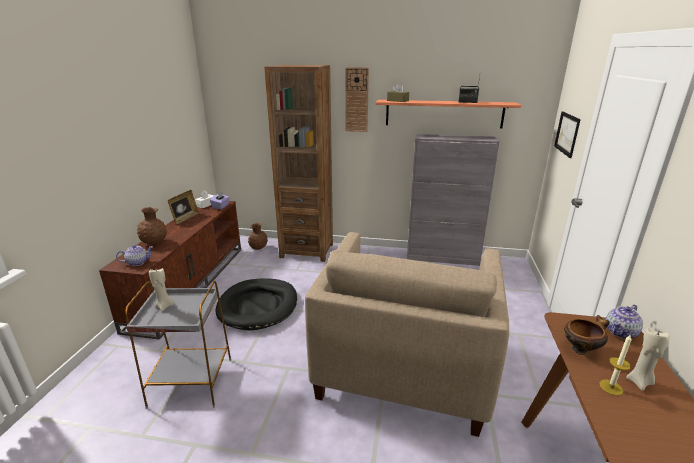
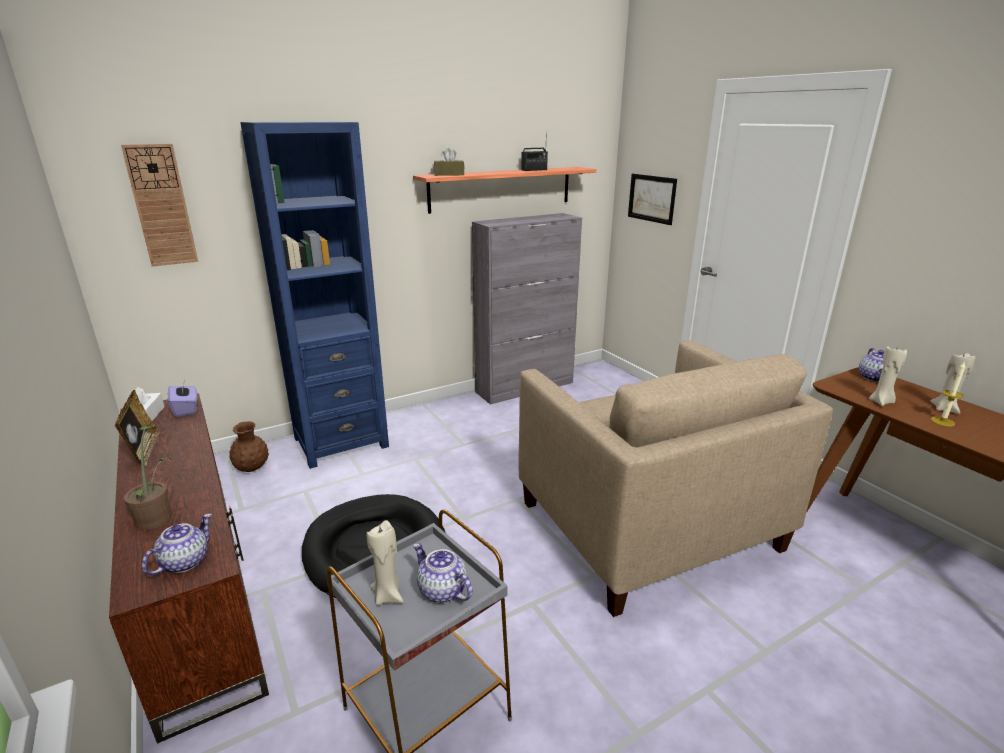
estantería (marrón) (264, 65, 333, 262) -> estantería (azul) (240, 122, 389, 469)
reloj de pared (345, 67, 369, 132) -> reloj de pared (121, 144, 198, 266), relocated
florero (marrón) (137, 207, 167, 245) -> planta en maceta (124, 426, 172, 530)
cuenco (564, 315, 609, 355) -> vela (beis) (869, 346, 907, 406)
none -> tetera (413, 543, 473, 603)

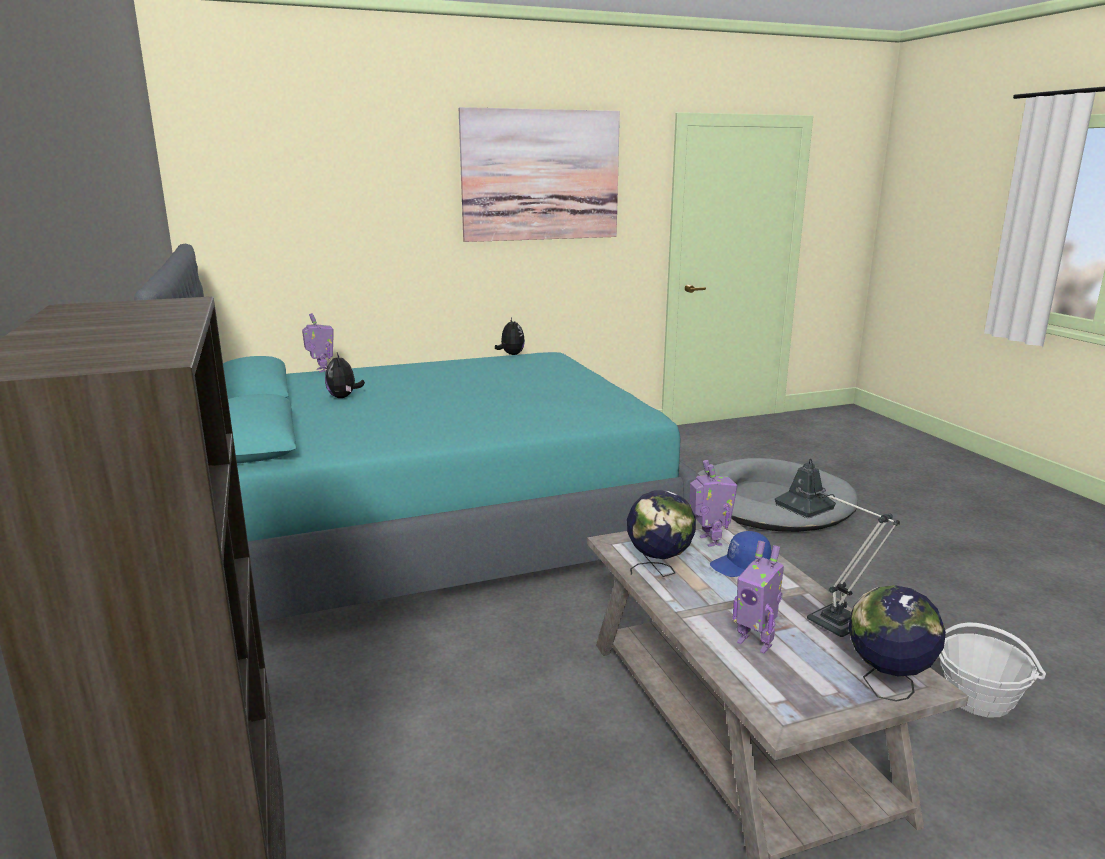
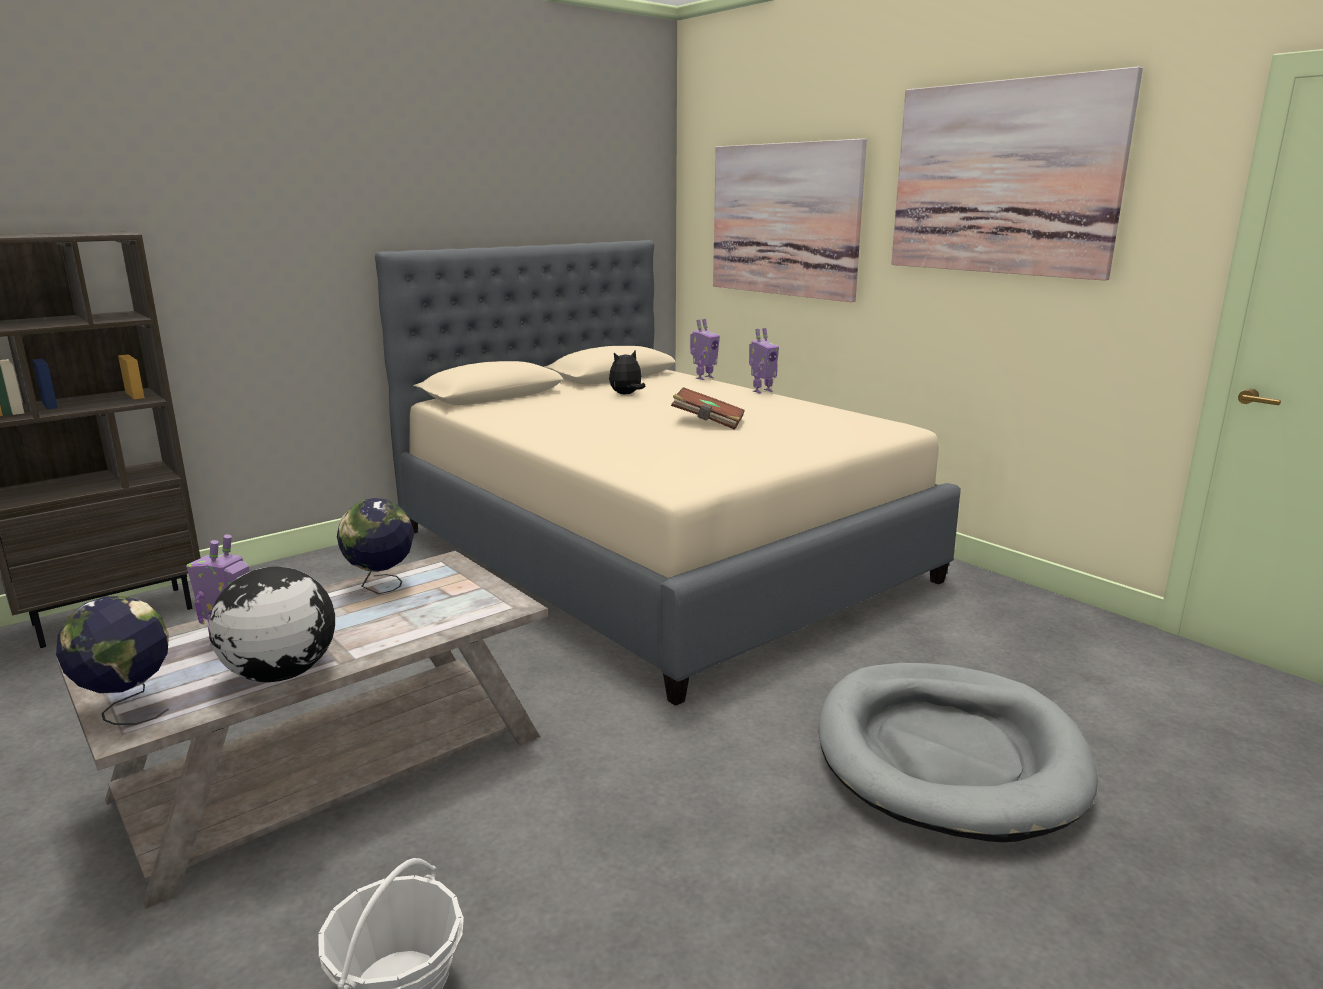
cama (turquesa) (134, 244, 700, 622) -> cama (beis) (375, 240, 961, 706)
peluche (495, 318, 525, 355) -> none
lámpara de mesa (775, 459, 900, 637) -> globo terráqueo (209, 567, 335, 682)
robot de juguete (690, 460, 738, 547) -> robot de juguete (749, 328, 779, 394), relocated
gorra (azul) (710, 531, 772, 577) -> none
none -> cuadro (713, 139, 867, 302)
none -> libro (marrón) (671, 387, 745, 430)

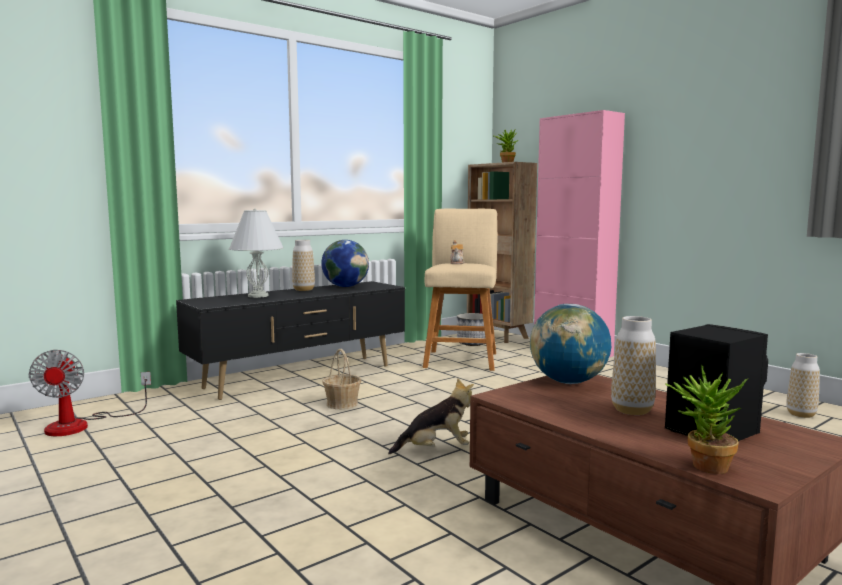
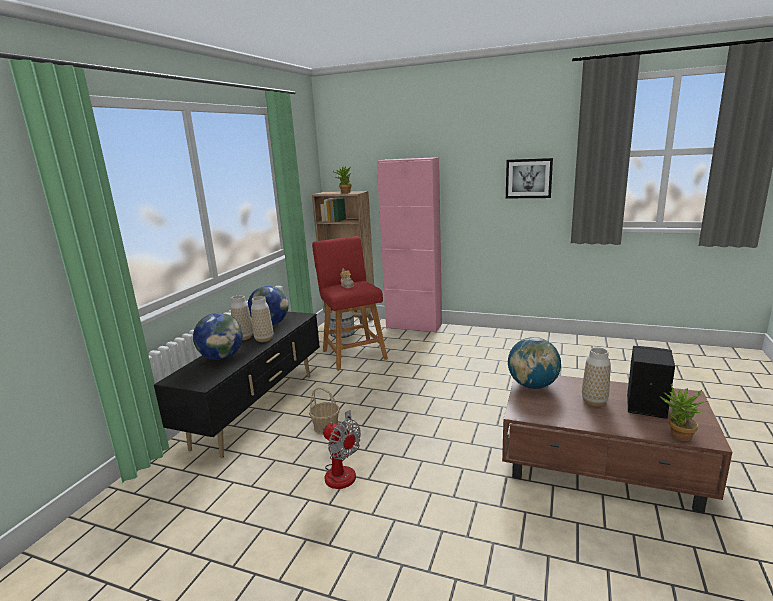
lámpara de mesa (blanco) (229, 209, 284, 298) -> globo terráqueo (193, 313, 243, 360)
taburete (beis) (423, 209, 498, 371) -> taburete (rojo) (312, 236, 388, 371)
ventilador (28, 350, 151, 436) -> ventilador (323, 410, 361, 489), relocated
florero (786, 353, 820, 418) -> florero (251, 296, 273, 342), relocated
peluche (388, 378, 474, 454) -> none
none -> cuadro (506, 158, 553, 198)

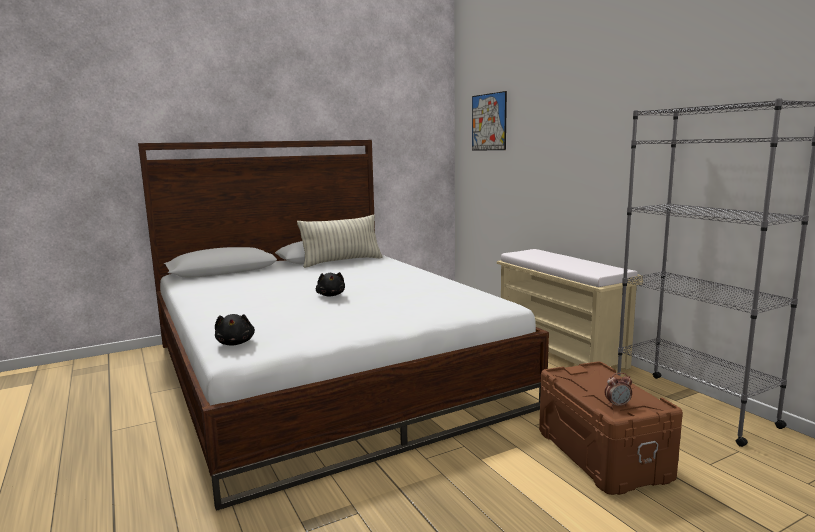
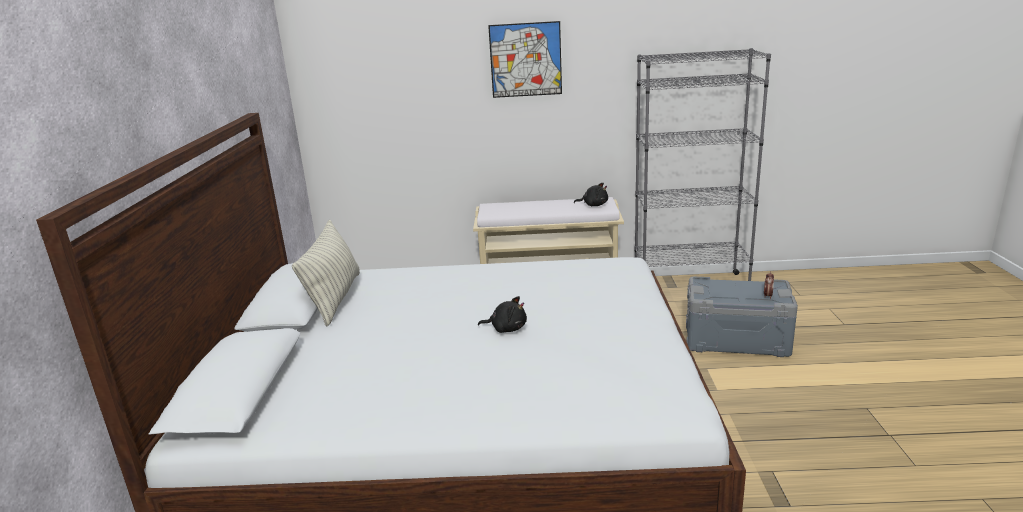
cuadro (472, 91, 507, 150) -> cuadro (488, 21, 562, 98), relocated
peluche (negro) (215, 314, 255, 346) -> peluche (negro) (574, 183, 608, 206), relocated
caja de almacenaje (marrón) (539, 361, 683, 495) -> caja de almacenaje (gris) (686, 277, 798, 357)

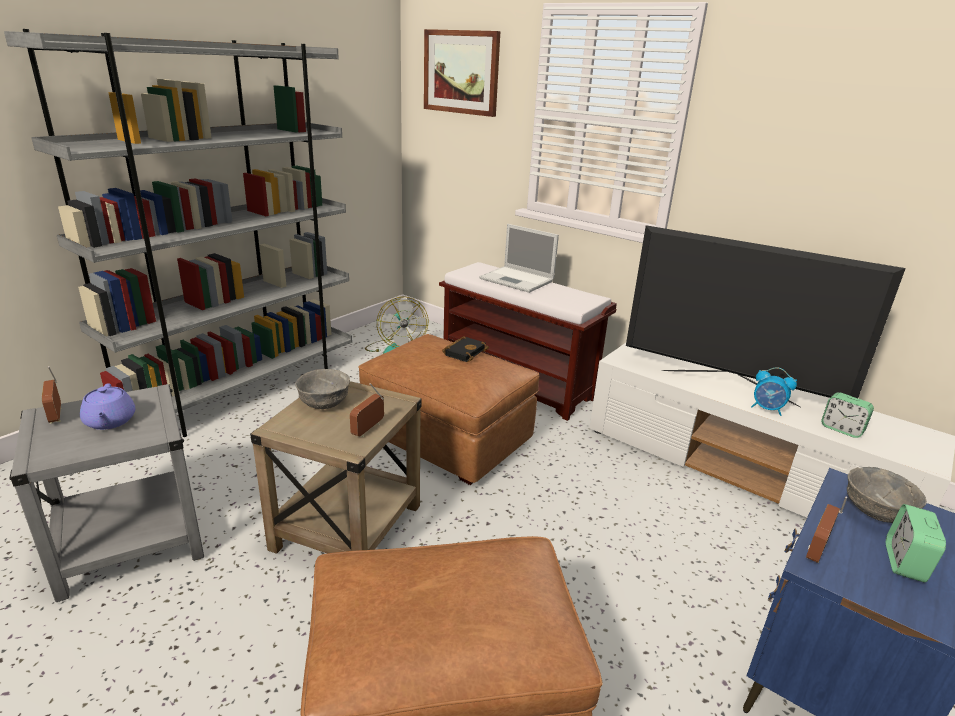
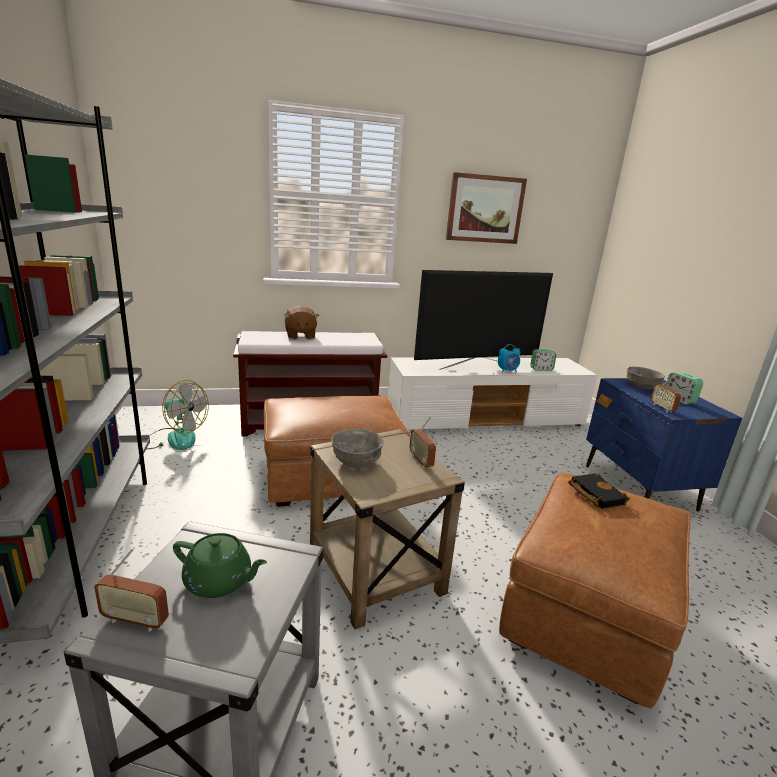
cuadro (424, 29, 500, 117) -> cuadro (446, 172, 527, 244), relocated
portátil (479, 224, 559, 293) -> peluche (marrón) (284, 305, 319, 339)
libro (negro) (442, 336, 489, 362) -> libro (negro) (568, 474, 630, 509), relocated
tetera (morado) (80, 383, 135, 430) -> tetera (verde) (173, 533, 267, 598)

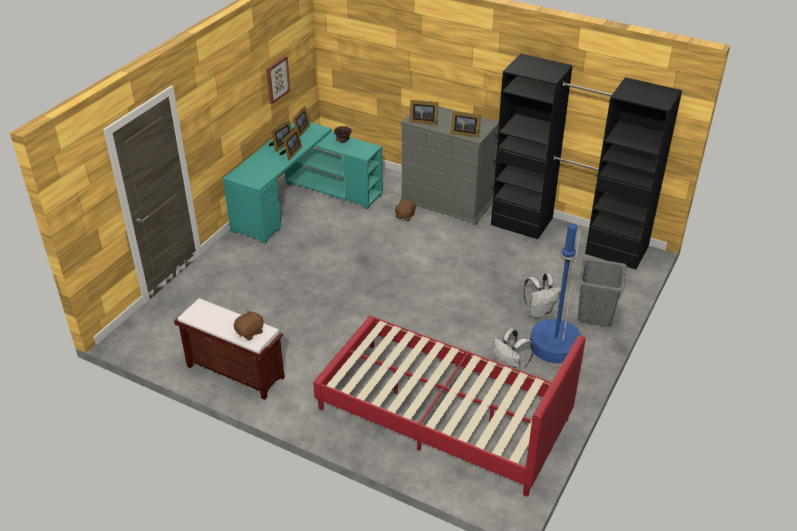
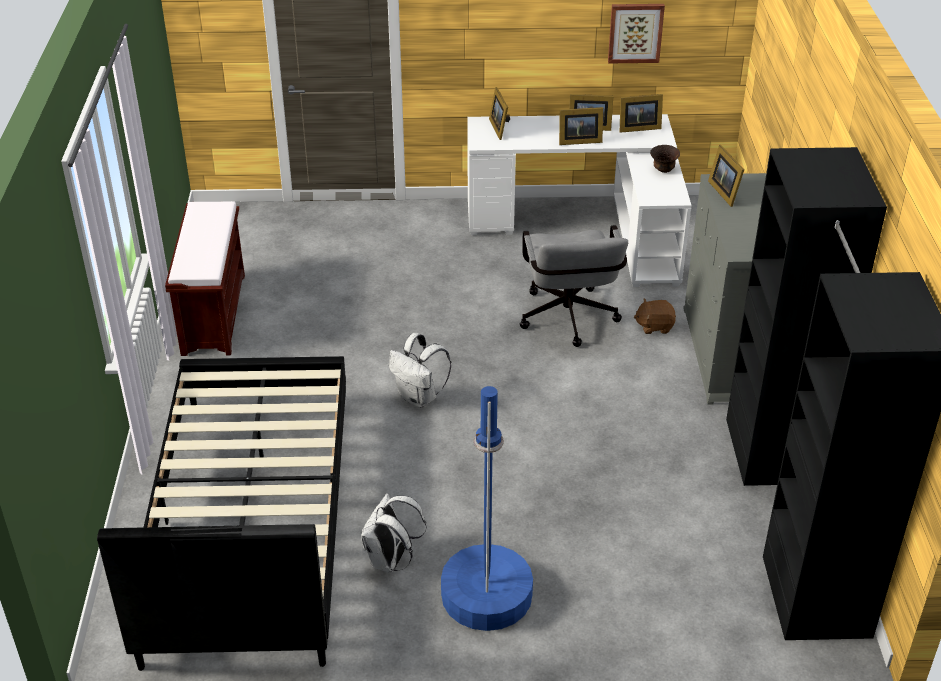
portarretratos (451, 111, 481, 138) -> portarretratos (489, 87, 510, 140), relocated
escritorio (turquesa) (223, 122, 383, 244) -> escritorio (blanco) (467, 114, 692, 287)
cesto de la ropa (gris) (578, 257, 627, 327) -> none
mochila (blanco) (524, 273, 561, 318) -> mochila (blanco) (389, 333, 451, 408), relocated
peluche (marrón) (234, 310, 264, 340) -> none
cama (rojo) (313, 316, 586, 497) -> cama (negro) (97, 356, 346, 671)
none -> silla de oficina (gris) (519, 225, 628, 347)

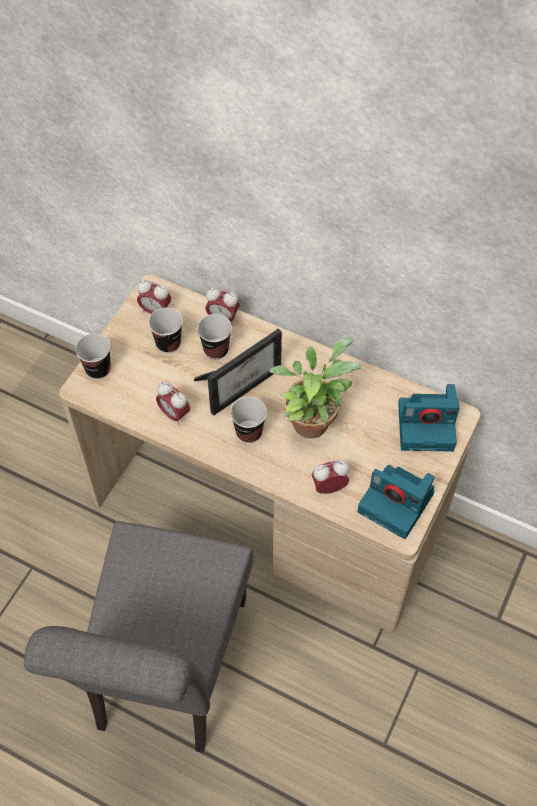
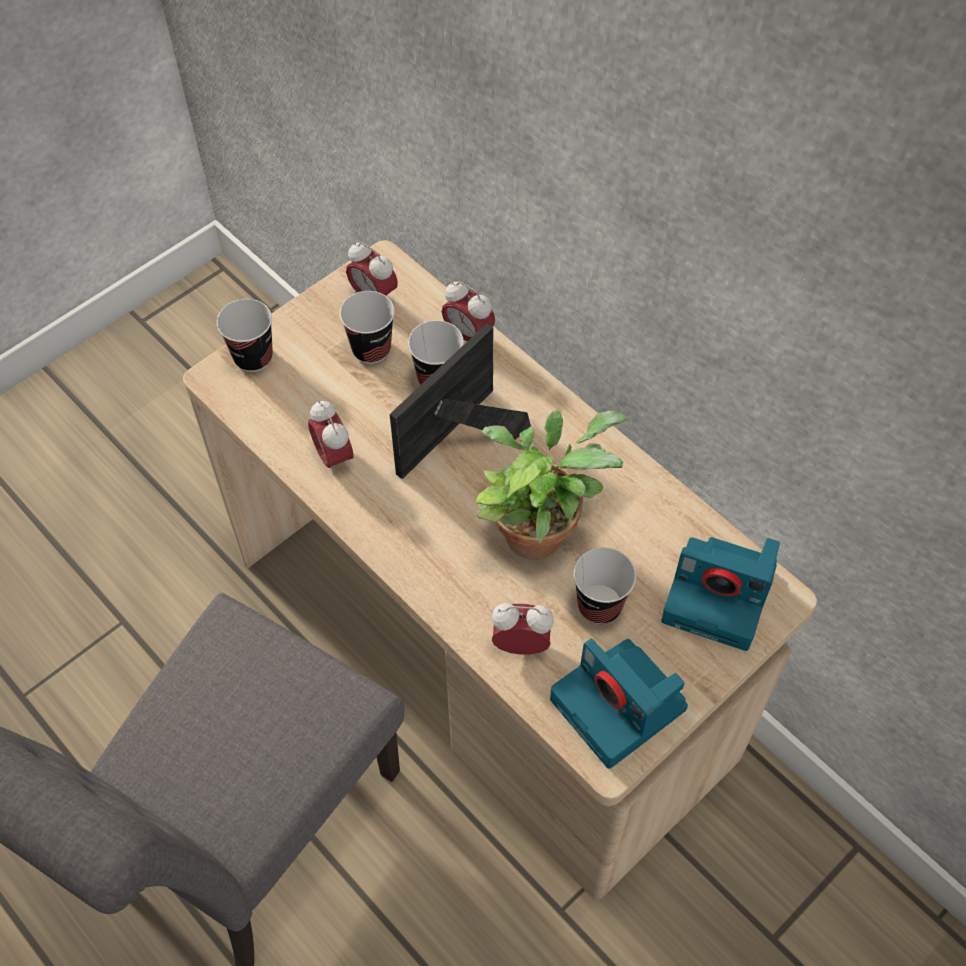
portarretratos (194, 329, 282, 415) -> portarretratos (389, 324, 531, 479), 150 degrees clockwise
taza (230, 397, 267, 443) -> taza (573, 547, 636, 624), relocated

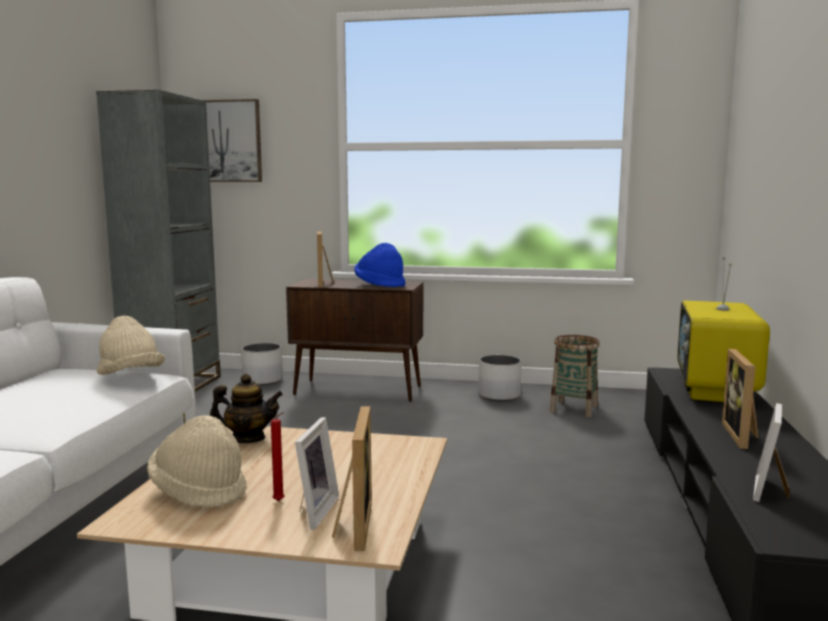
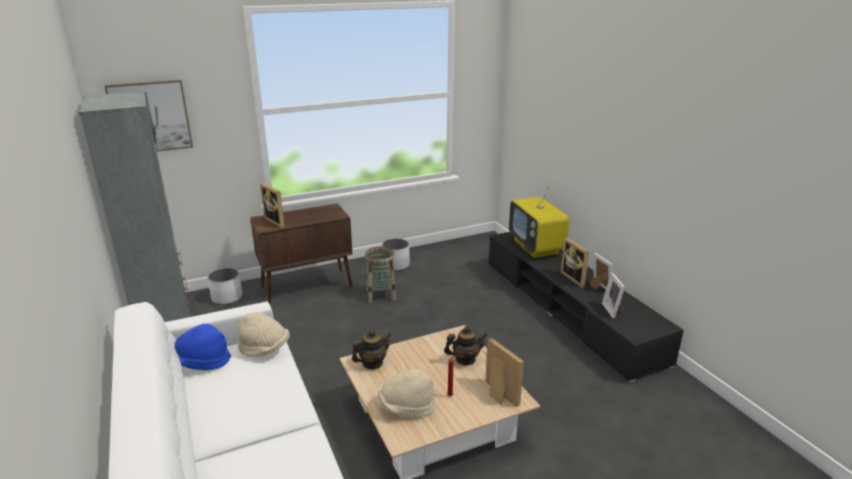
sombrero (azul) (354, 243, 405, 288) -> sombrero (azul) (174, 323, 231, 370), relocated
cesta (550, 335, 600, 417) -> cesta (365, 247, 396, 303), relocated
portarretratos (295, 417, 339, 530) -> portarretratos (590, 253, 613, 289), relocated
none -> tetera (444, 326, 488, 365)

